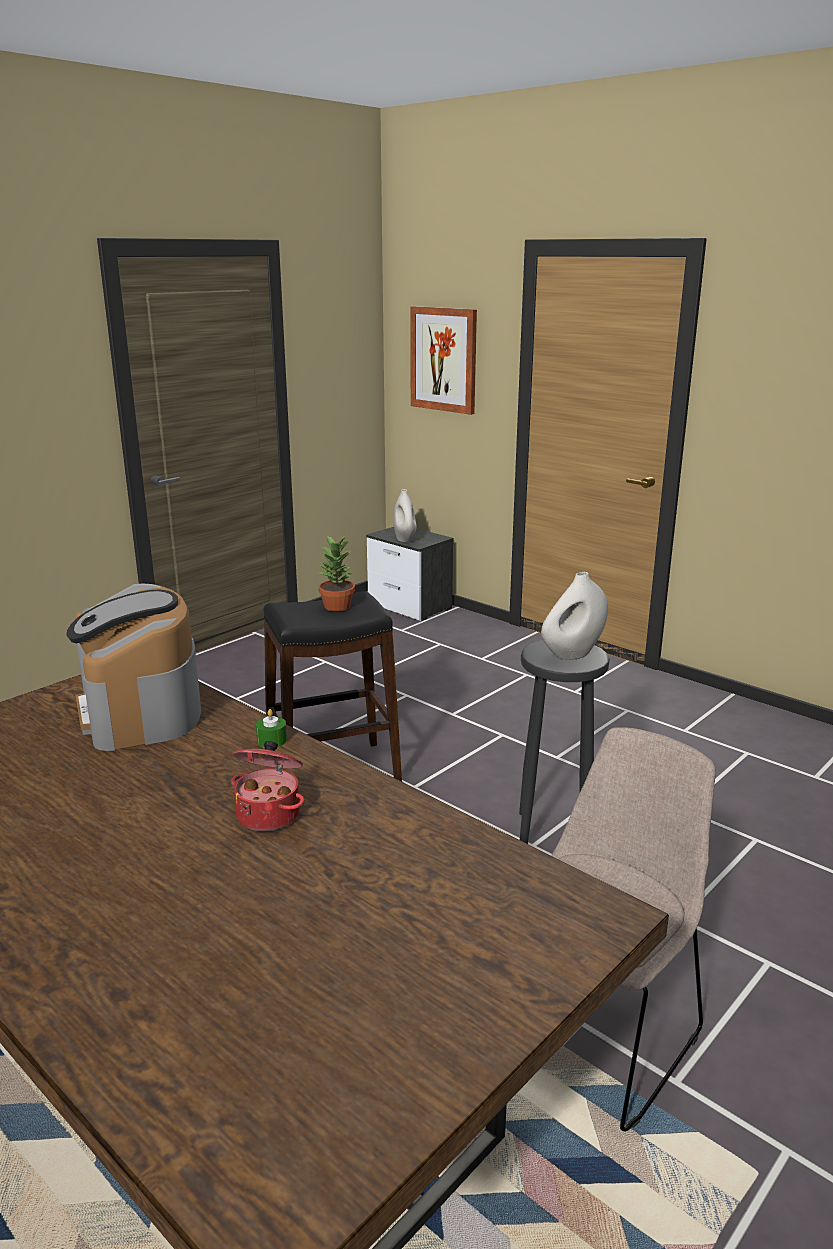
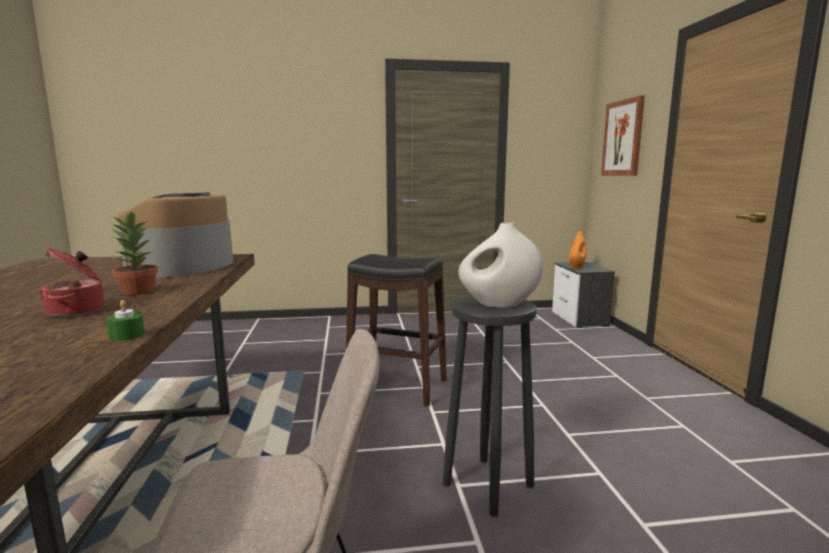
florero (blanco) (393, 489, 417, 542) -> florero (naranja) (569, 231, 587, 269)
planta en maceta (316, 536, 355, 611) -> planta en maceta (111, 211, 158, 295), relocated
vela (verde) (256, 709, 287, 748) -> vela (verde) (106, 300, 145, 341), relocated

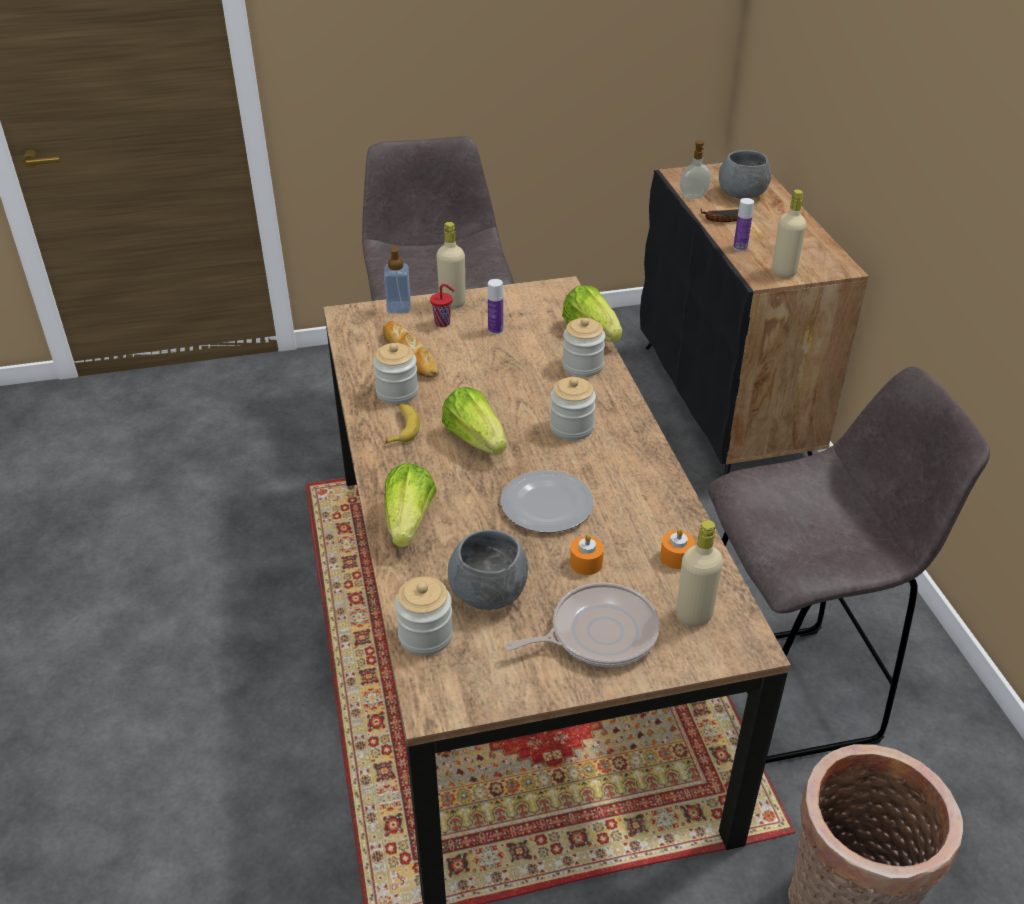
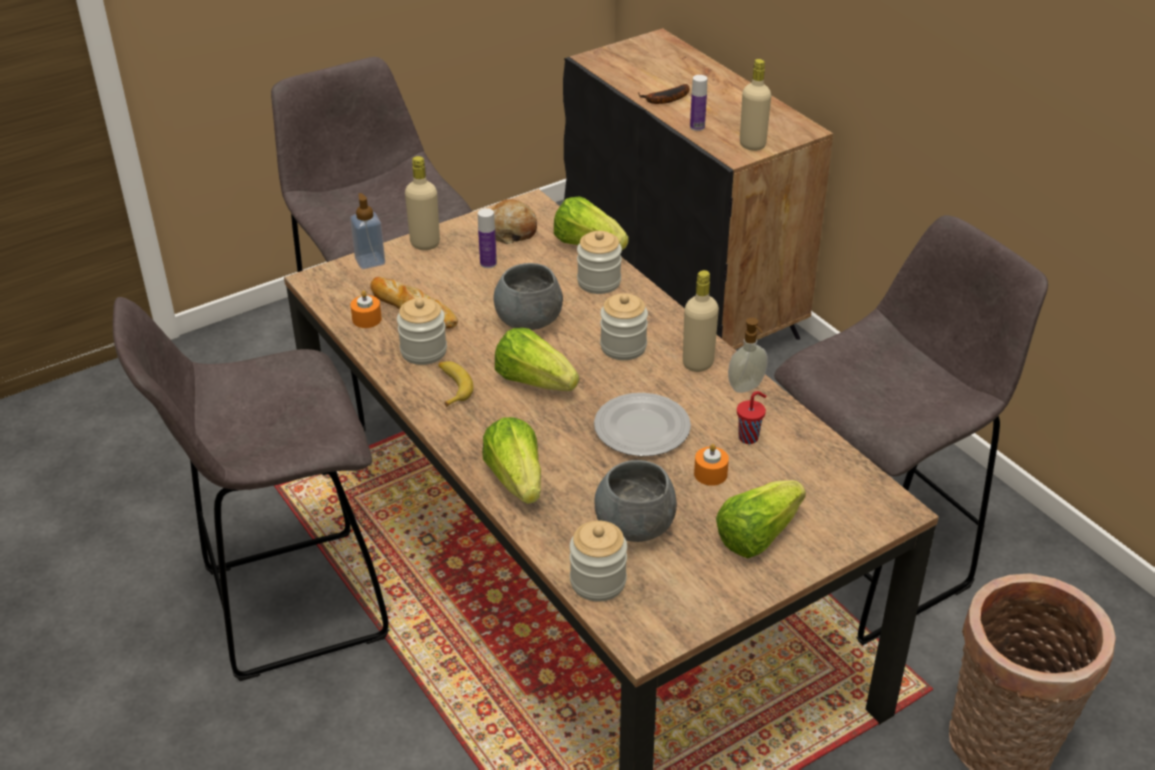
dispensador de jabón (680, 141, 711, 199) -> dispensador de jabón (728, 318, 768, 393), relocated
cuenco (gris) (719, 150, 771, 199) -> cuenco (gris) (494, 263, 563, 330), relocated
taza (rojo) (430, 284, 454, 327) -> taza (rojo) (737, 391, 766, 444), relocated
botella (beis) (676, 520, 723, 627) -> botella (beis) (683, 270, 719, 372), relocated
vela (naranja) (660, 528, 695, 569) -> vela (naranja) (350, 290, 382, 328), relocated
sartén (504, 583, 660, 667) -> lechuga (716, 480, 806, 558)
none -> pan (492, 199, 537, 244)
none -> taburete (gris) (113, 297, 389, 681)

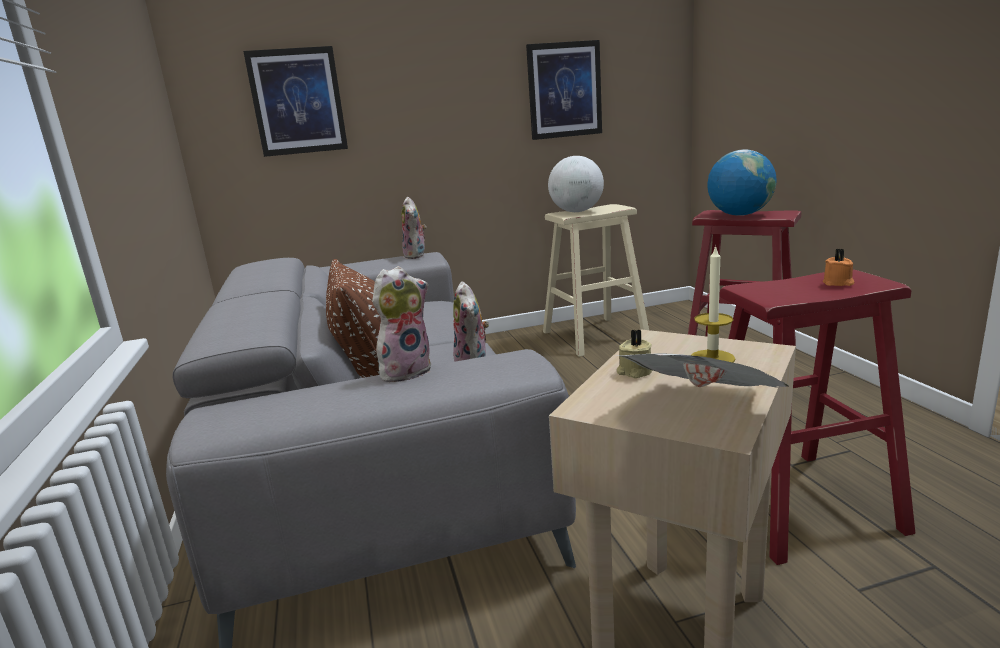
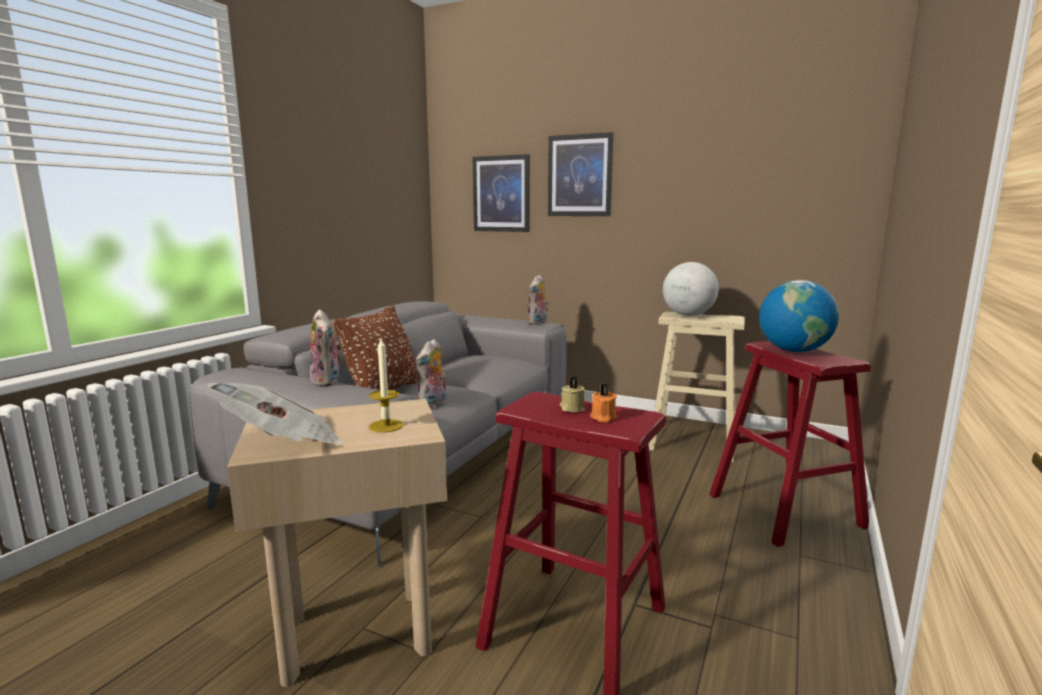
cuadro (526, 40, 602, 140) -> cuadro (548, 132, 614, 216), relocated
peluche (372, 266, 431, 382) -> peluche (310, 310, 342, 387), 60 degrees clockwise
vela (beis) (617, 329, 652, 378) -> vela (beis) (560, 376, 585, 412), relocated

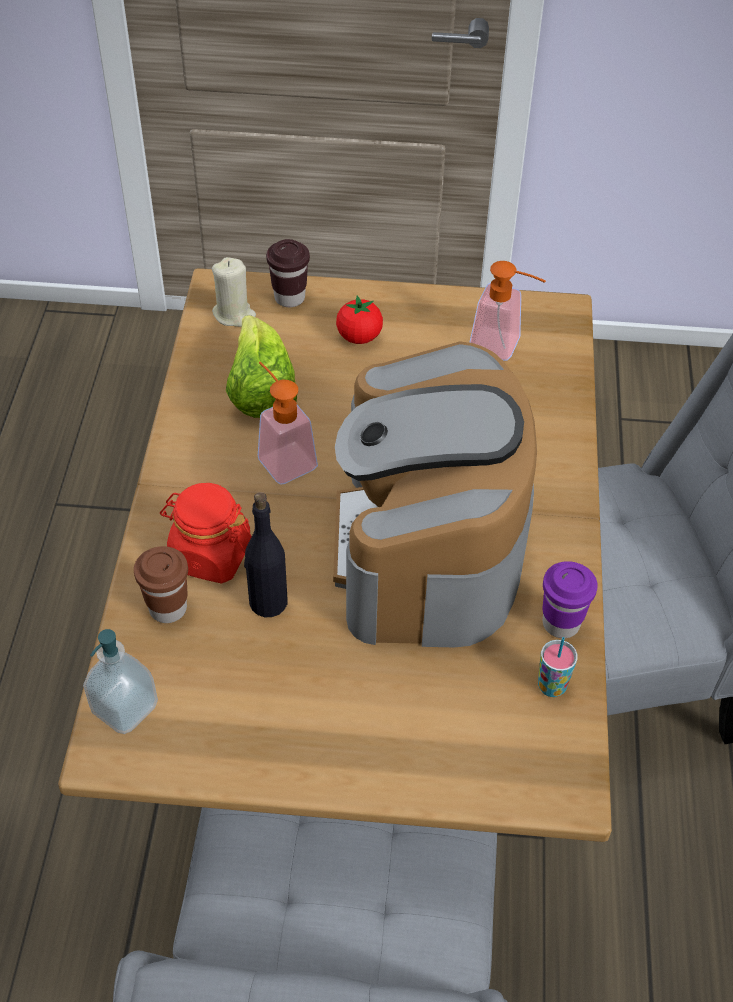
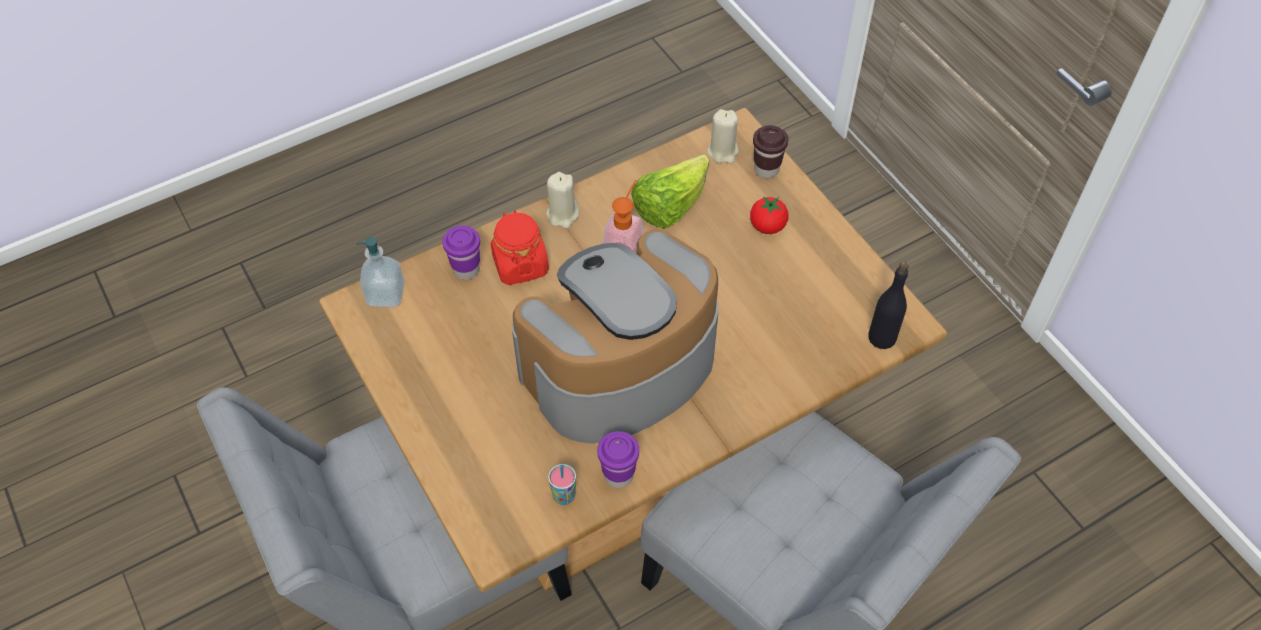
dispensador de jabón (469, 261, 546, 361) -> none
botella (negro) (244, 492, 288, 617) -> botella (negro) (868, 261, 909, 349), relocated
taza (marrón) (134, 546, 188, 623) -> taza (morado) (442, 226, 480, 280)
none -> vela (beis) (546, 172, 579, 228)

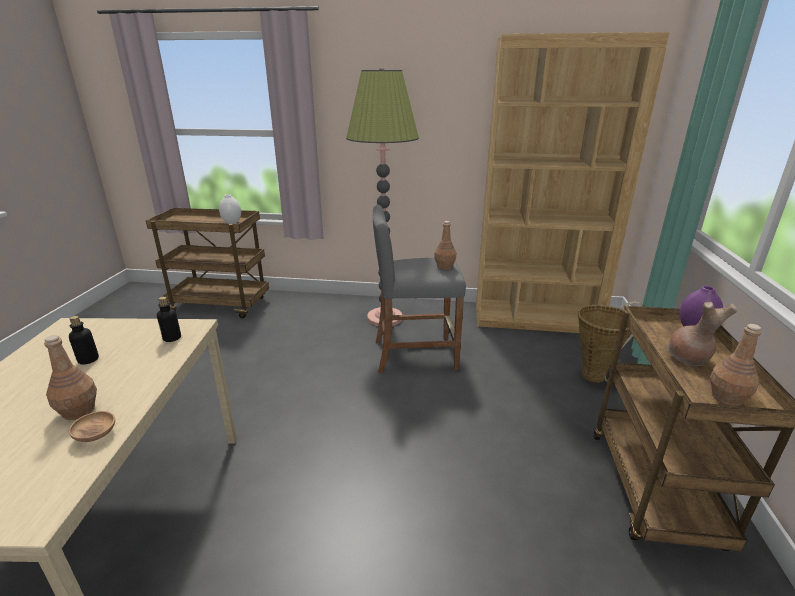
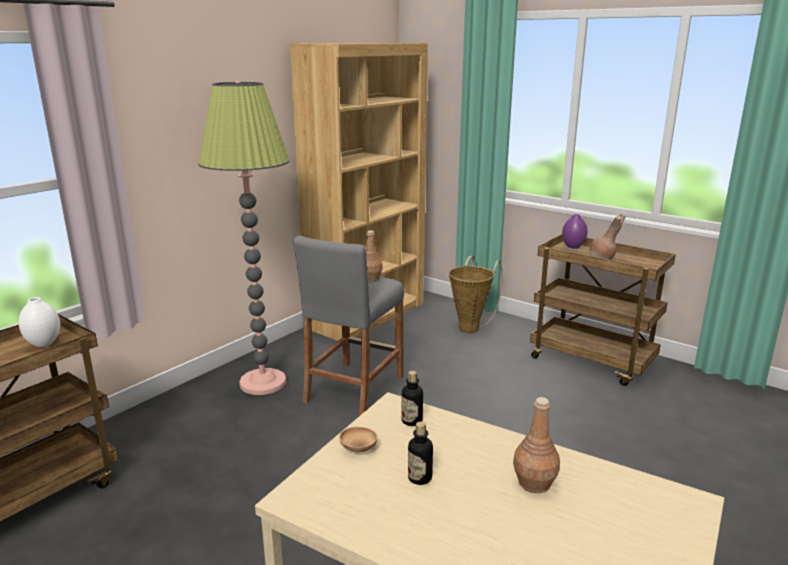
botella (marrón) (710, 324, 762, 406) -> none
cuenco (marrón) (68, 411, 115, 442) -> cuenco (marrón) (339, 427, 377, 452), relocated

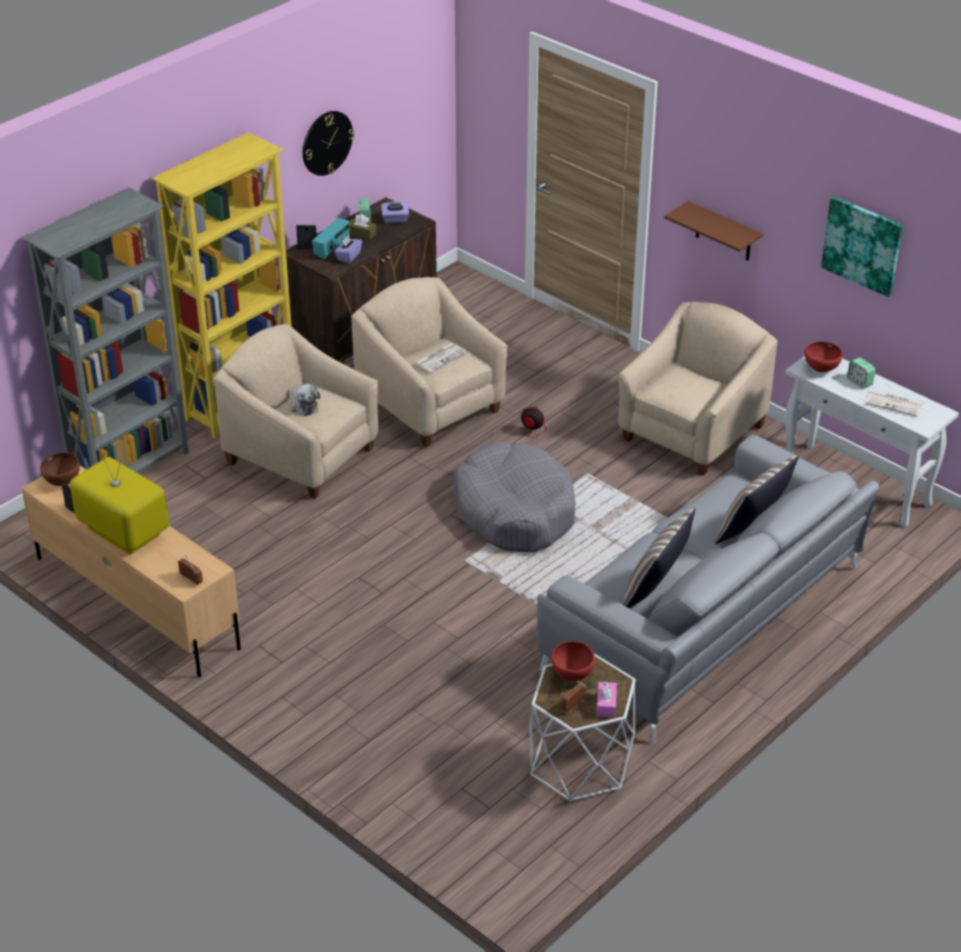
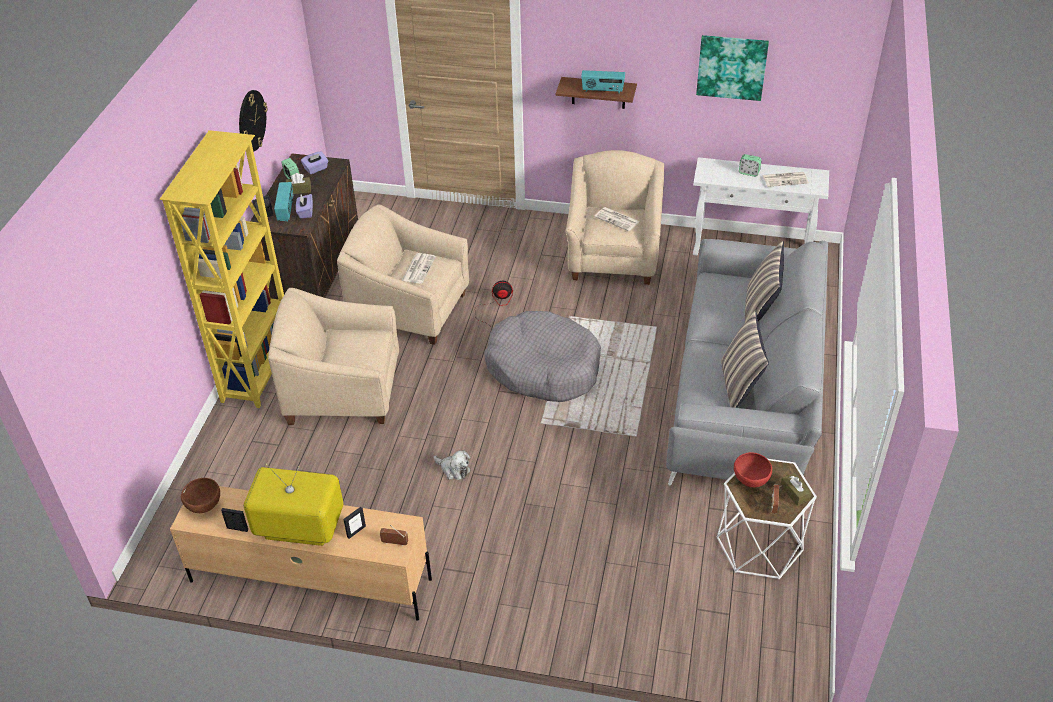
estantería (gris) (23, 187, 189, 473) -> none
cuenco (rojo) (805, 341, 843, 372) -> none
peluche (291, 384, 320, 416) -> peluche (433, 450, 470, 480), relocated
caja de pañuelos (rosa) (597, 681, 617, 718) -> caja de pañuelos (marrón) (780, 473, 812, 506)
none -> radio (581, 70, 625, 93)
none -> periódico (594, 207, 640, 231)
none -> portarretratos (343, 507, 366, 539)

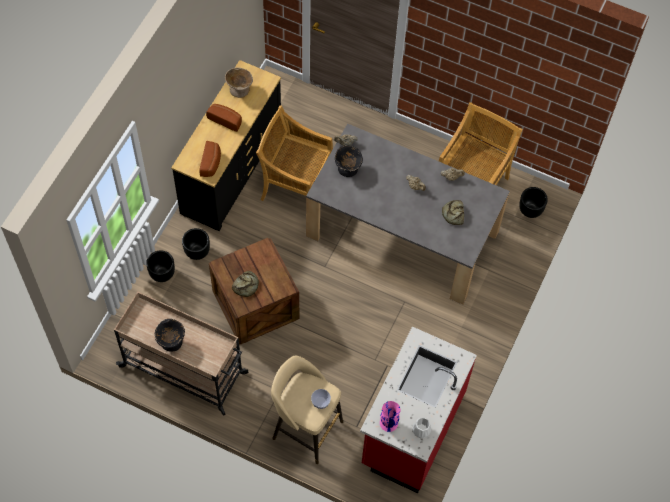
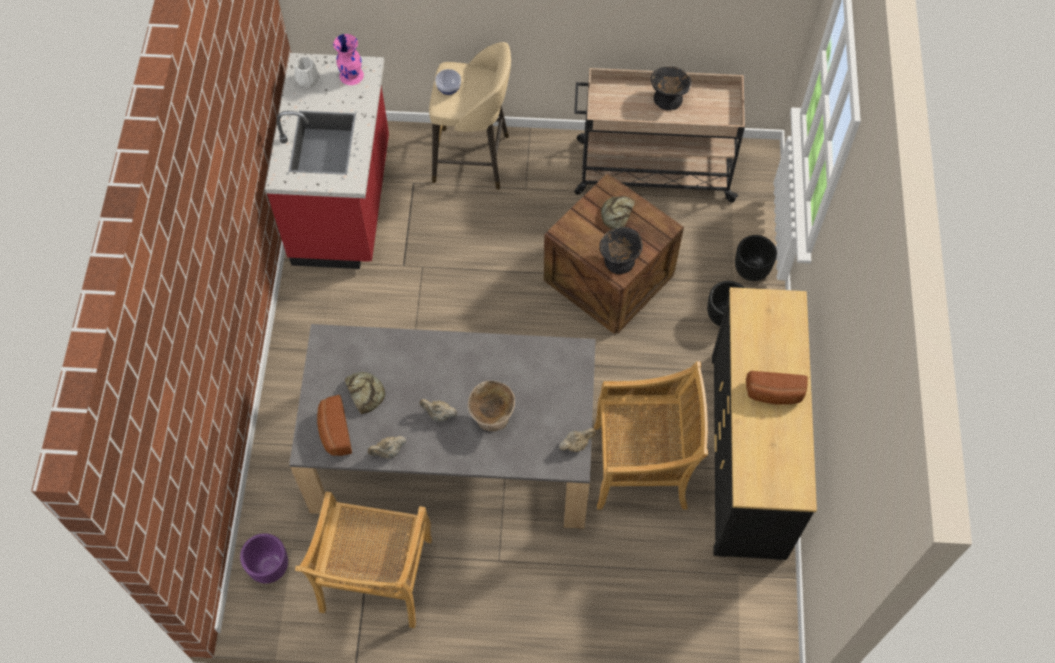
cuenco (beis) (225, 67, 253, 98) -> cuenco (beis) (468, 381, 515, 431), relocated
pan (199, 141, 221, 177) -> pan (317, 395, 352, 456), relocated
cuenco (negro) (335, 146, 363, 177) -> cuenco (negro) (599, 227, 643, 274), relocated
maceta (negro) (519, 187, 548, 218) -> maceta (morado) (240, 533, 288, 583)

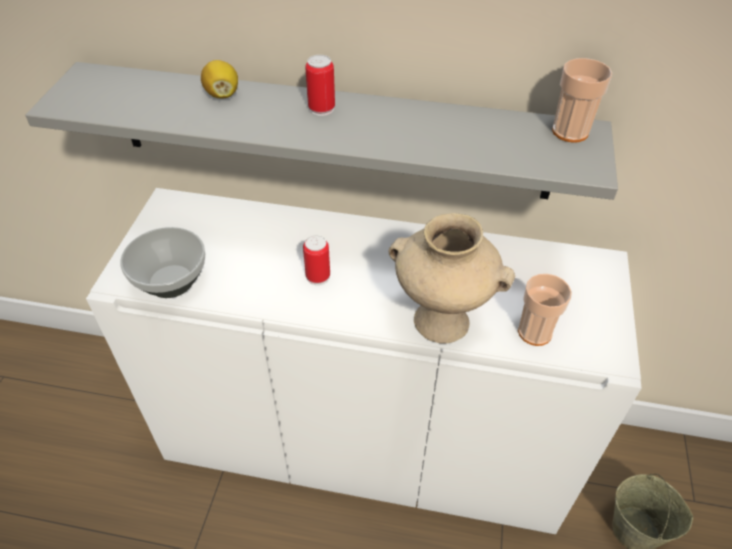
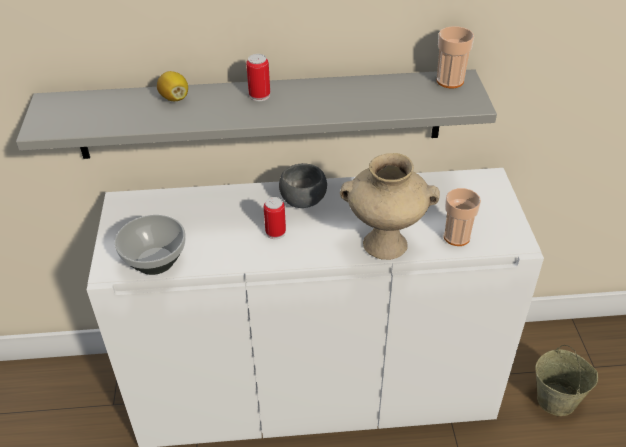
none -> cuenco (gris) (279, 163, 327, 208)

